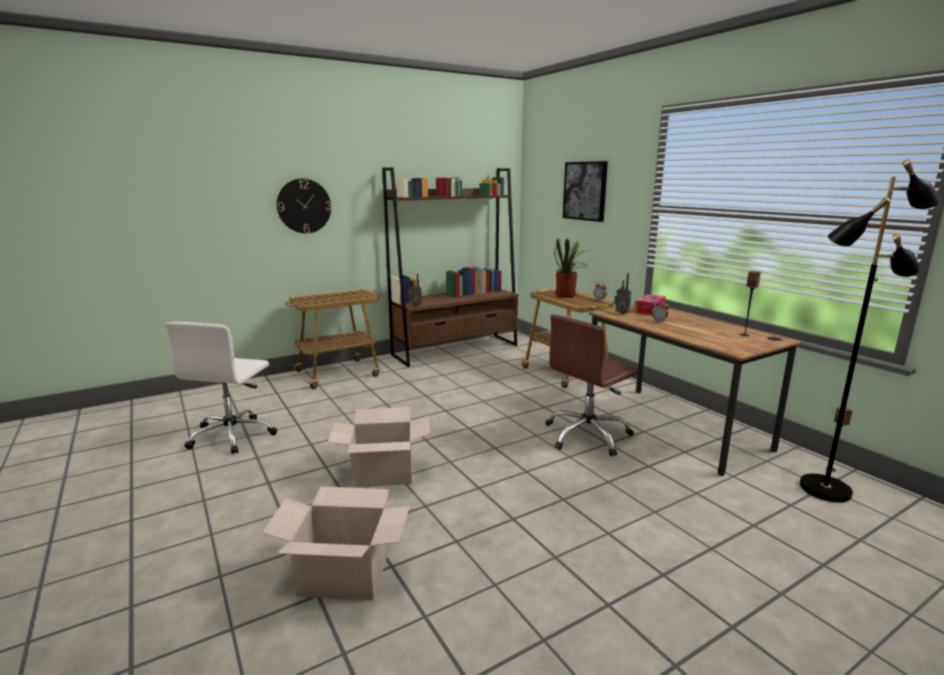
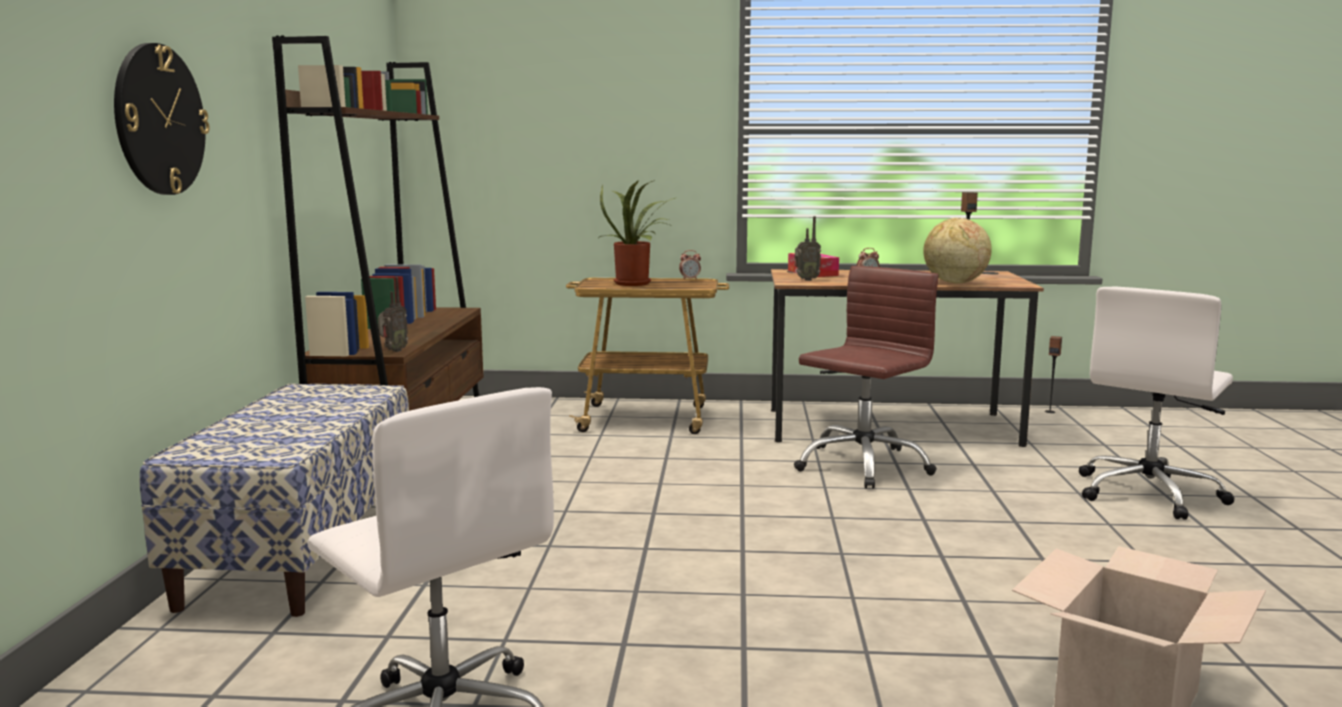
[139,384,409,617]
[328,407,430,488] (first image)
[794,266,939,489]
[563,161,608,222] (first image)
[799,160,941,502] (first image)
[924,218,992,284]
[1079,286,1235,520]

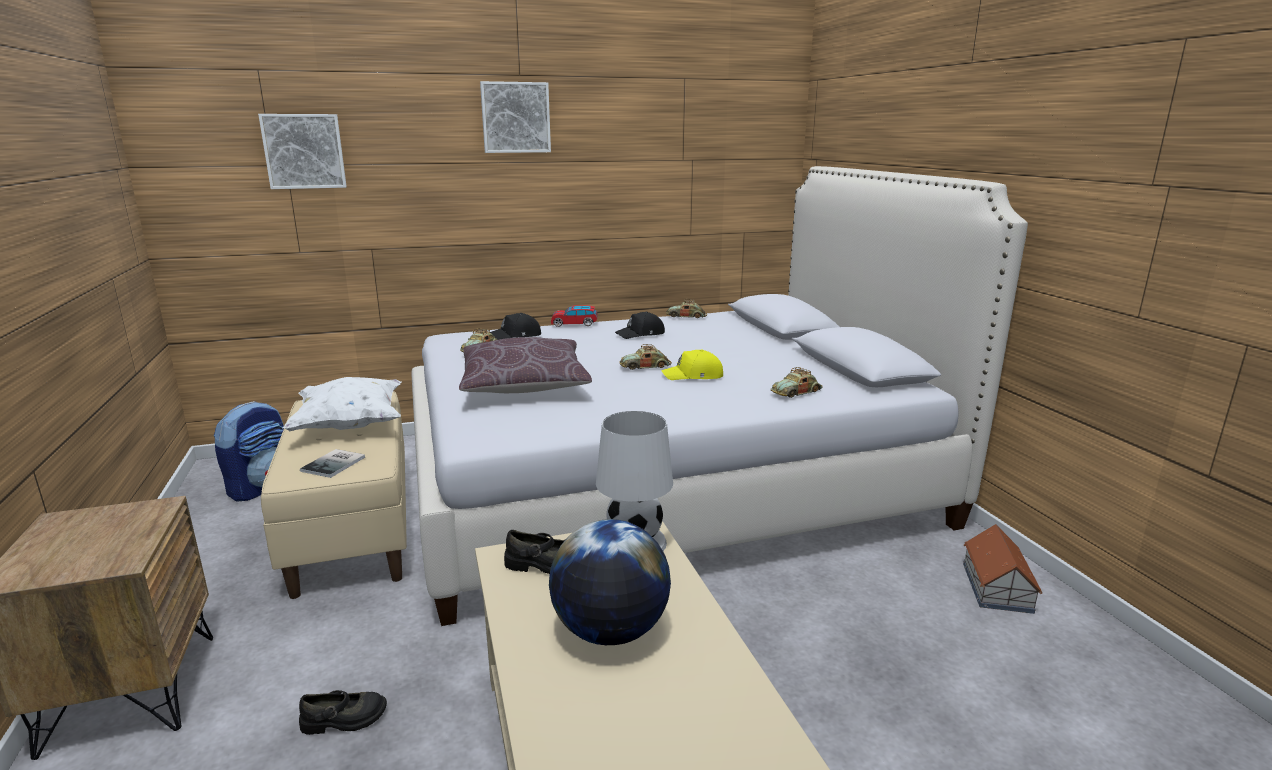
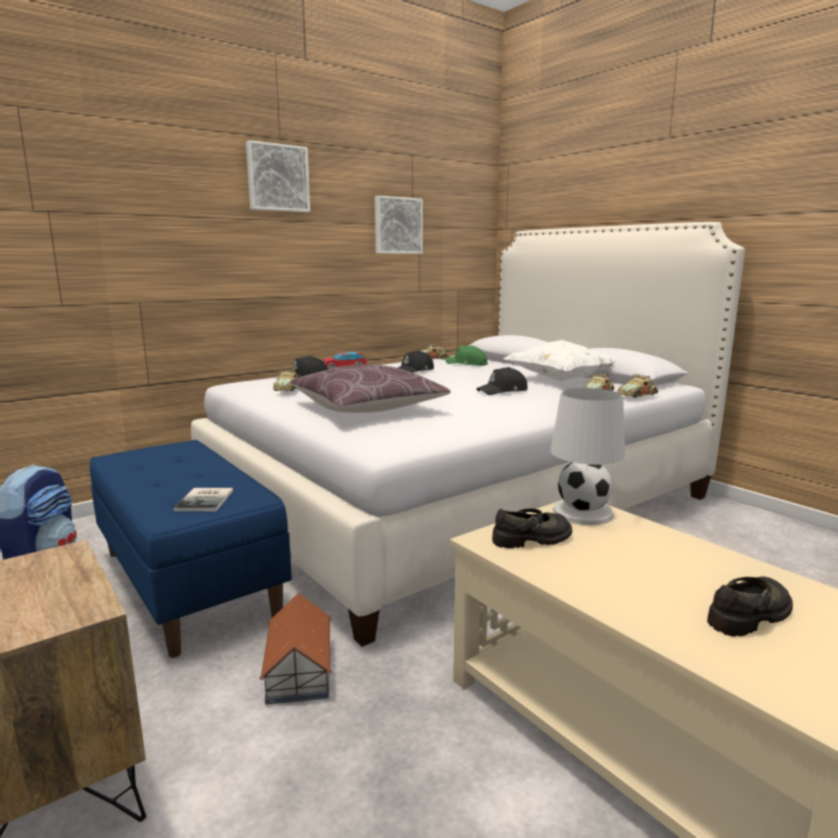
[375,196,423,254]
[90,440,292,658]
[503,340,616,381]
[707,576,793,637]
[549,519,671,645] (first image)
[617,374,659,398]
[477,367,527,395]
[259,593,332,705]
[445,345,488,366]

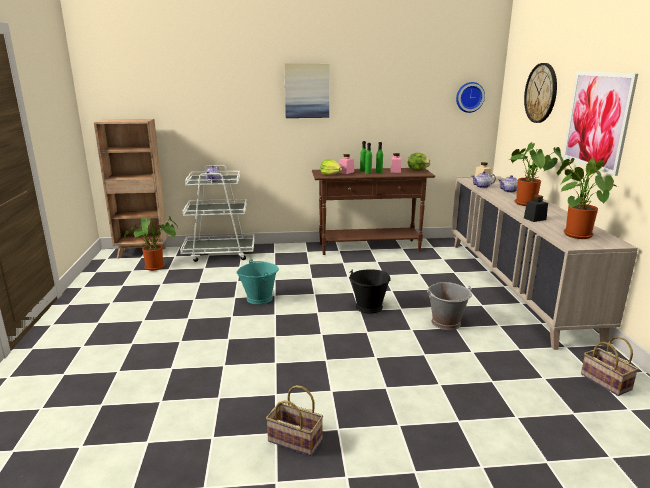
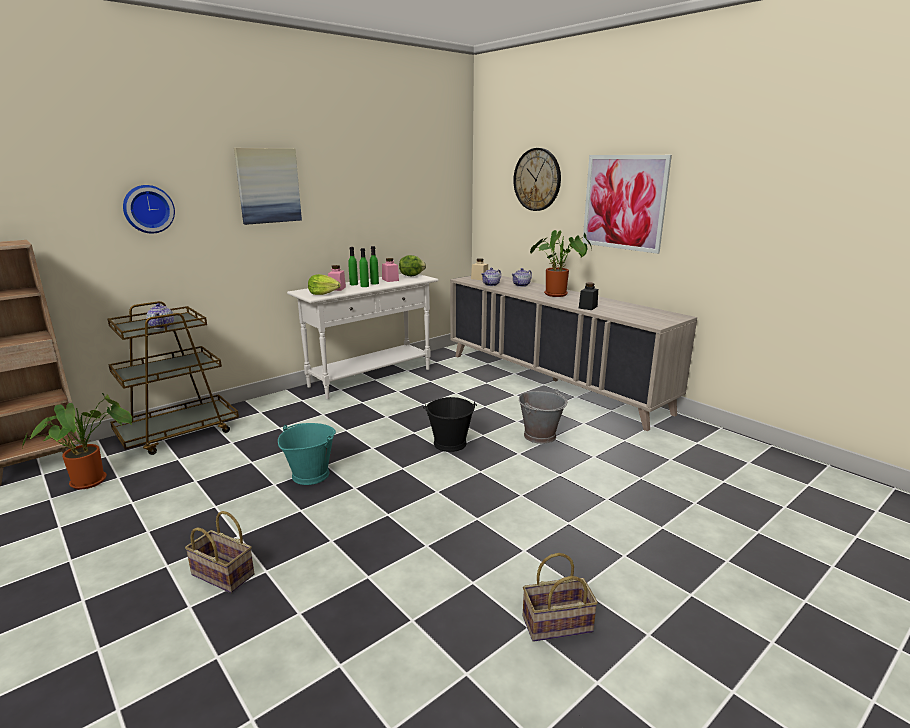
[107,301,239,455]
[287,274,438,399]
[123,185,175,234]
[557,158,616,239] (first image)
[185,511,255,593]

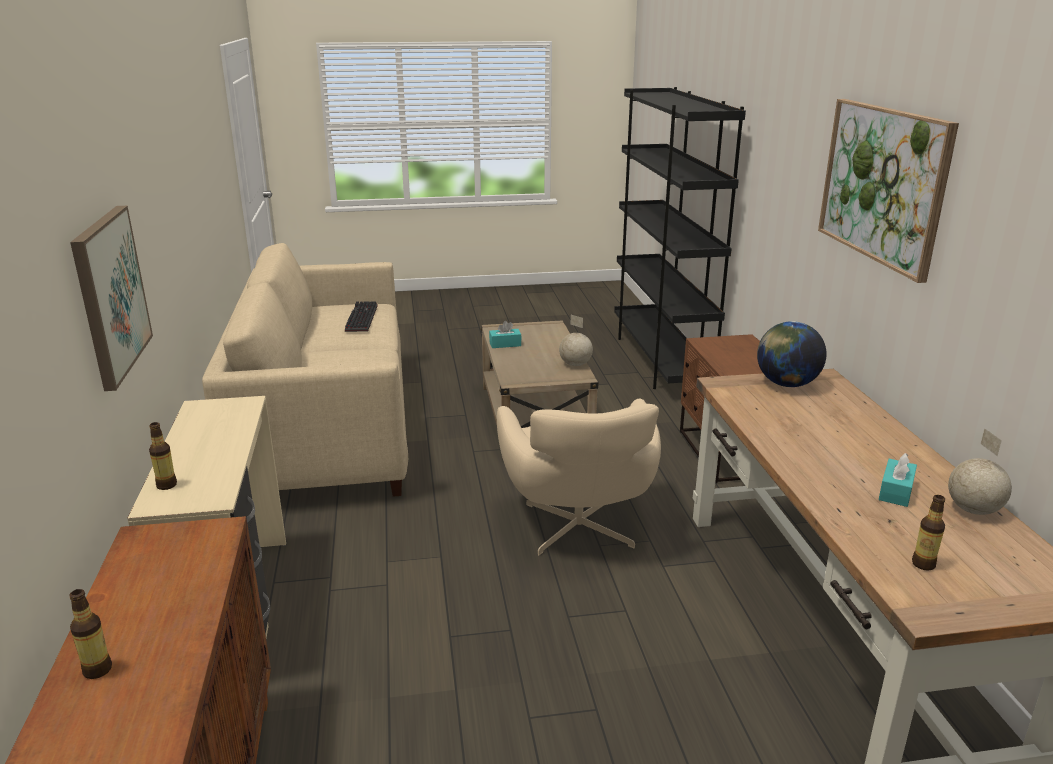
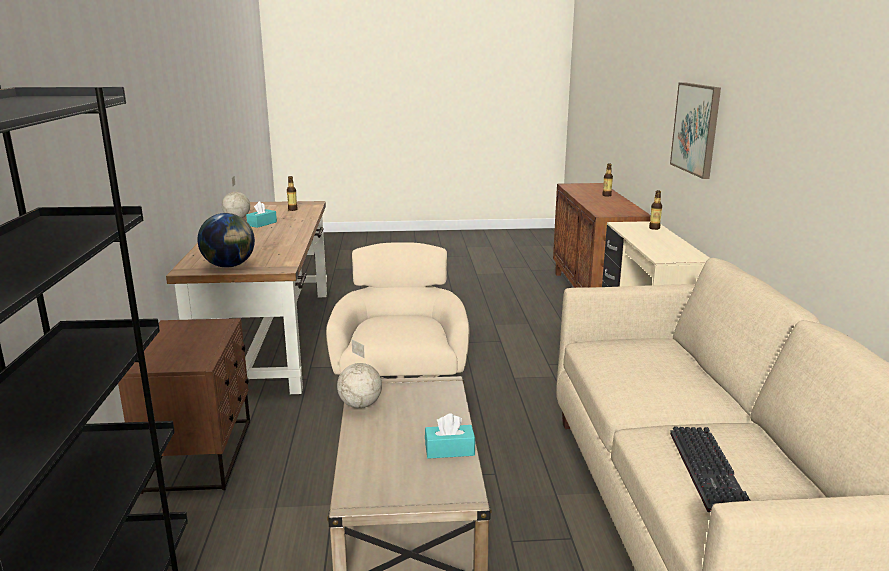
[818,99,959,283] (first image)

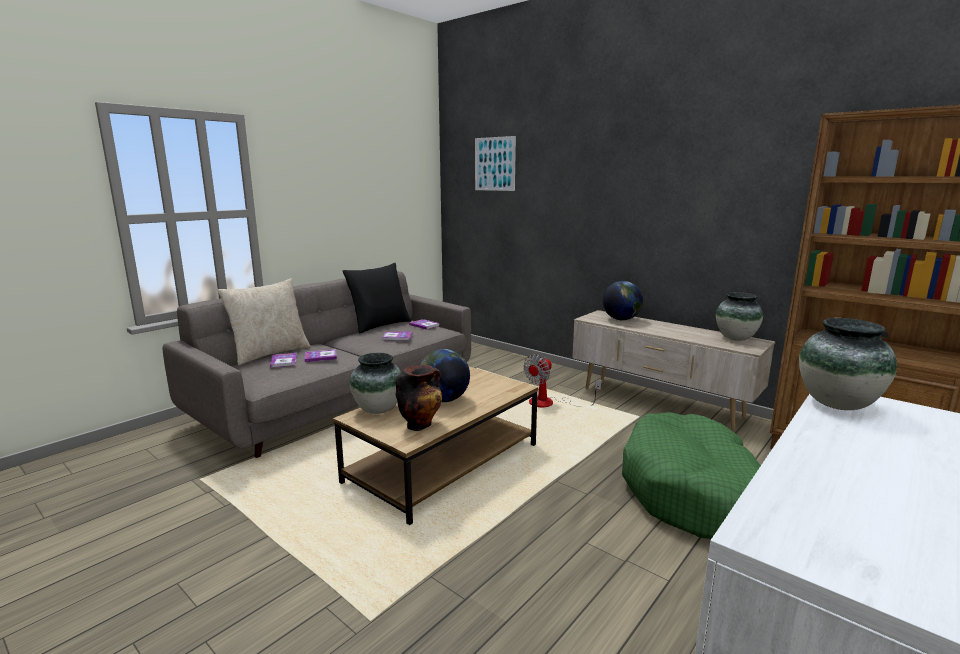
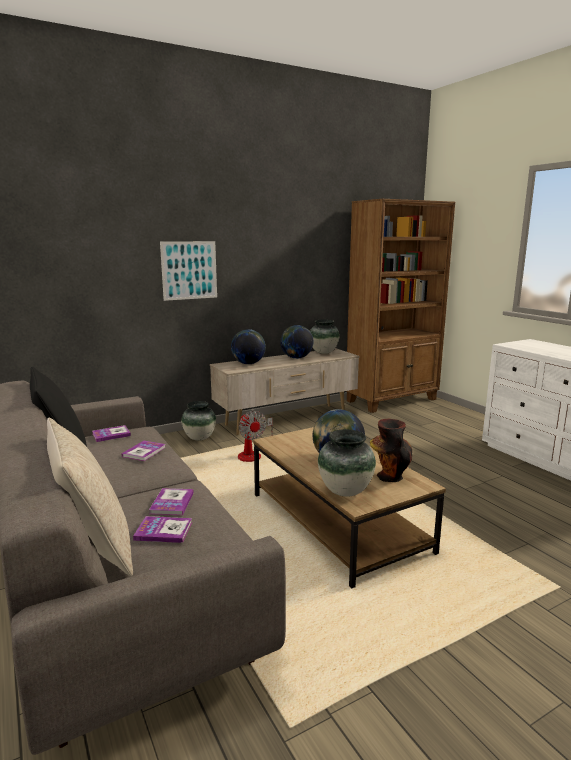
[160,241,217,301]
[622,412,761,539] (first image)
[181,401,216,441]
[280,325,313,359]

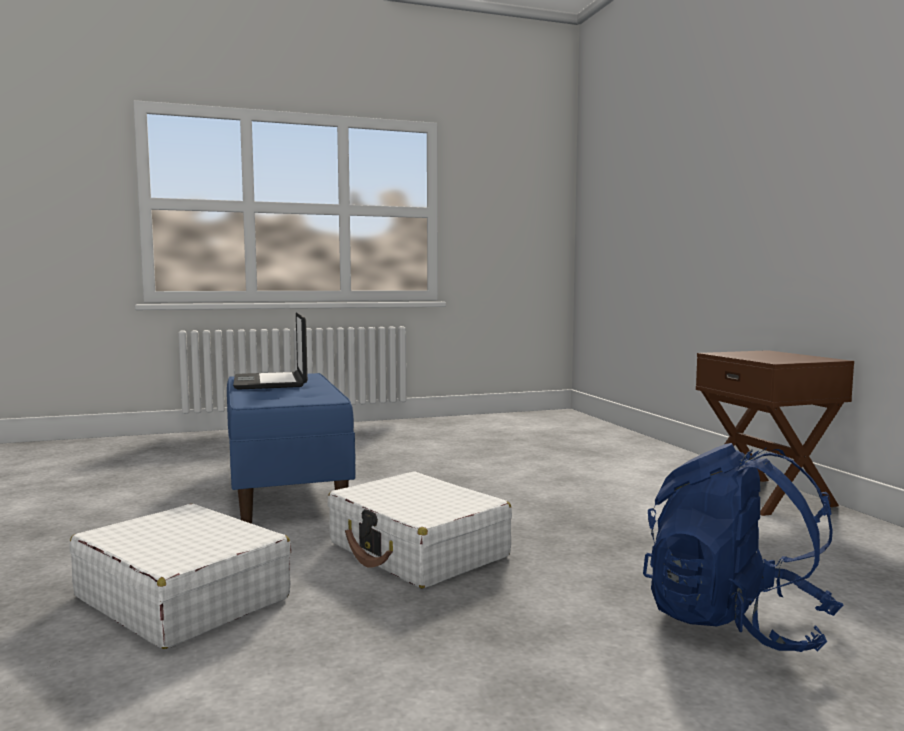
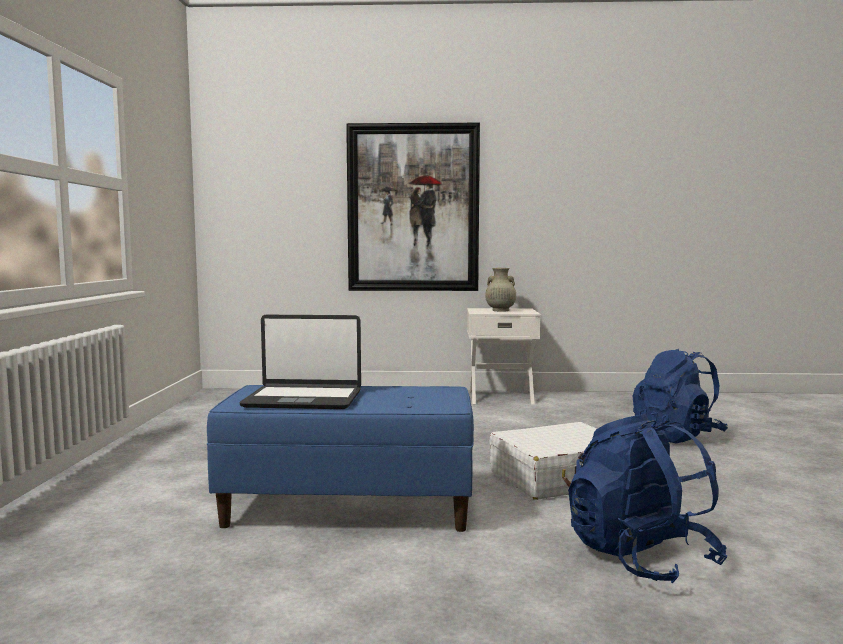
[568,414,727,584]
[467,308,541,405]
[346,123,480,291]
[485,268,516,312]

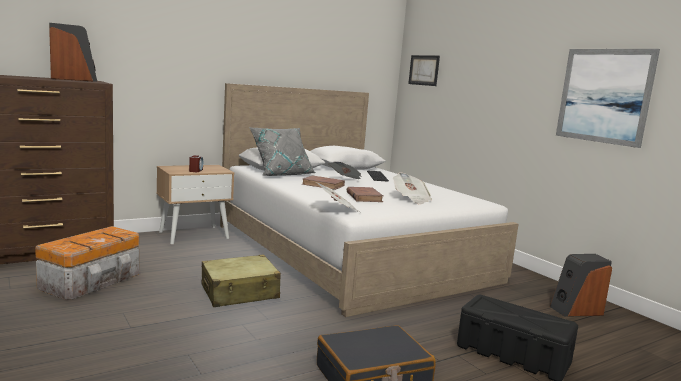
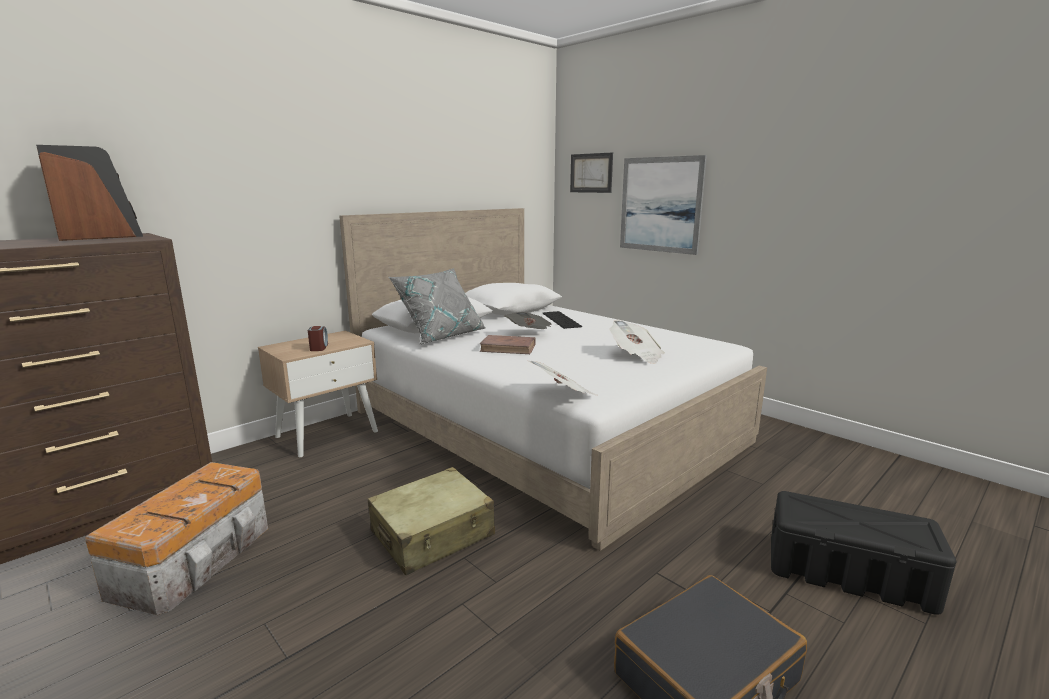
[347,187,383,202] (first image)
[550,254,612,316] (first image)
[620,155,707,255]

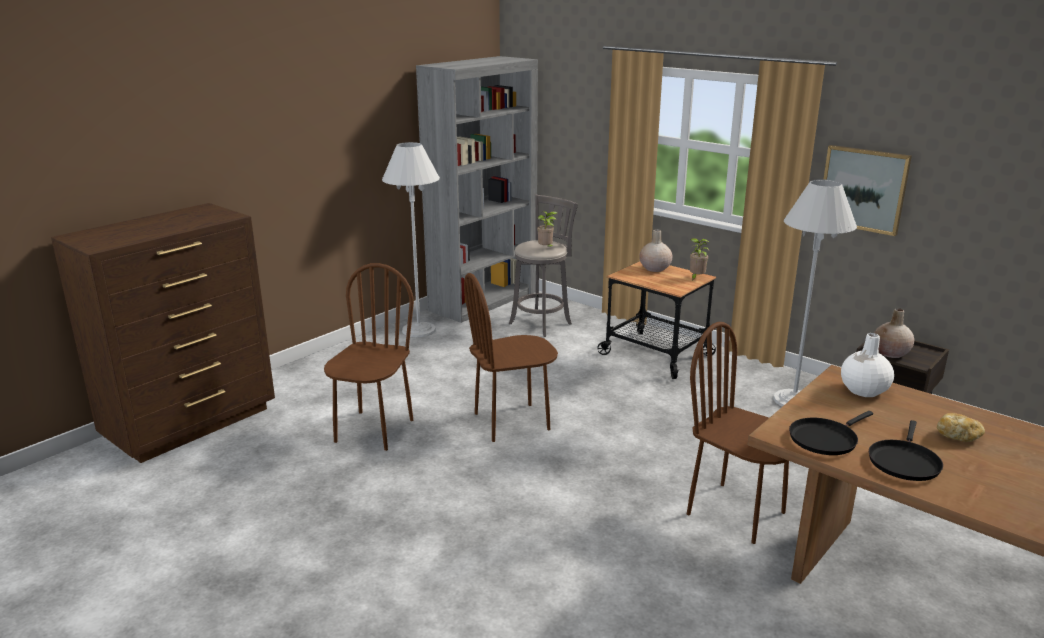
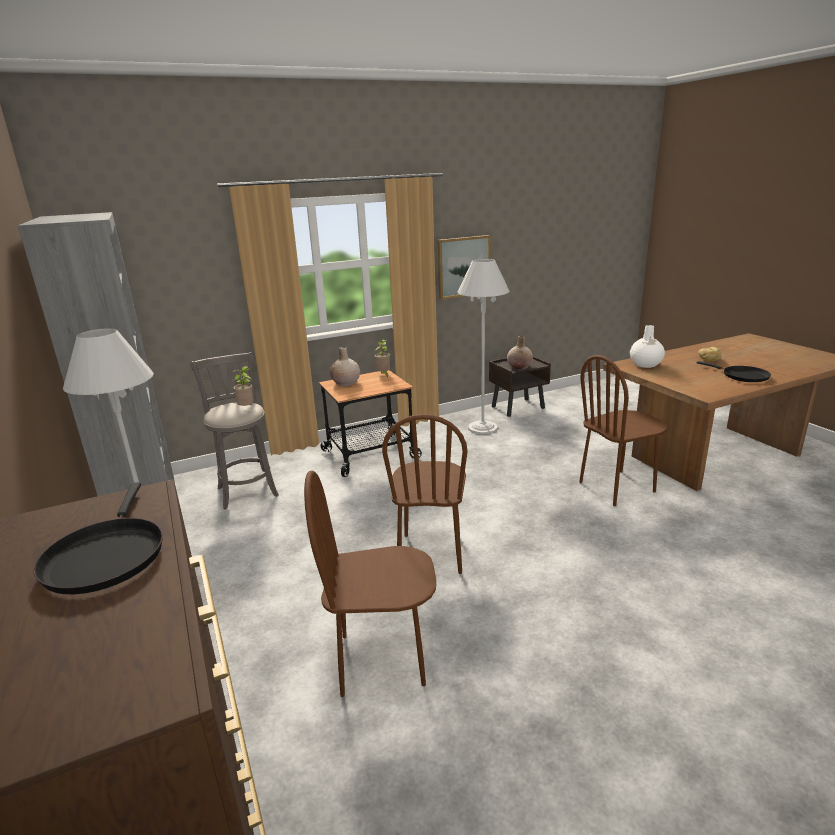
[304,470,436,697]
[34,482,163,594]

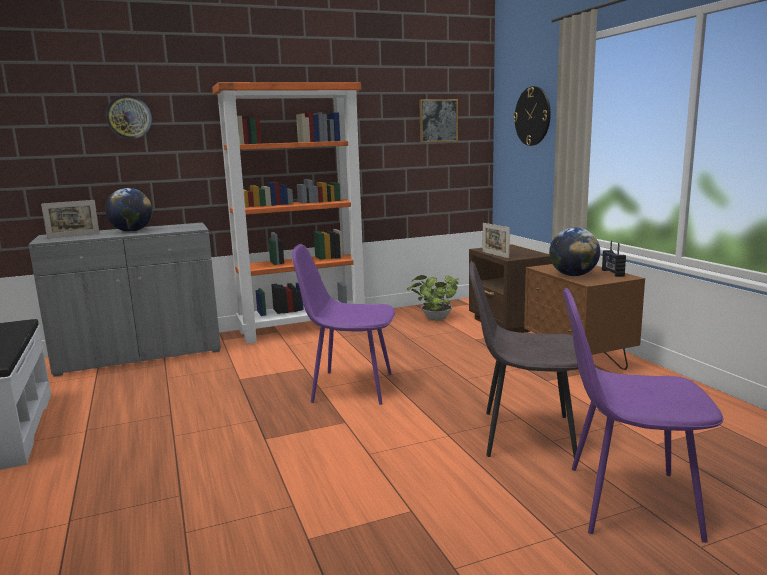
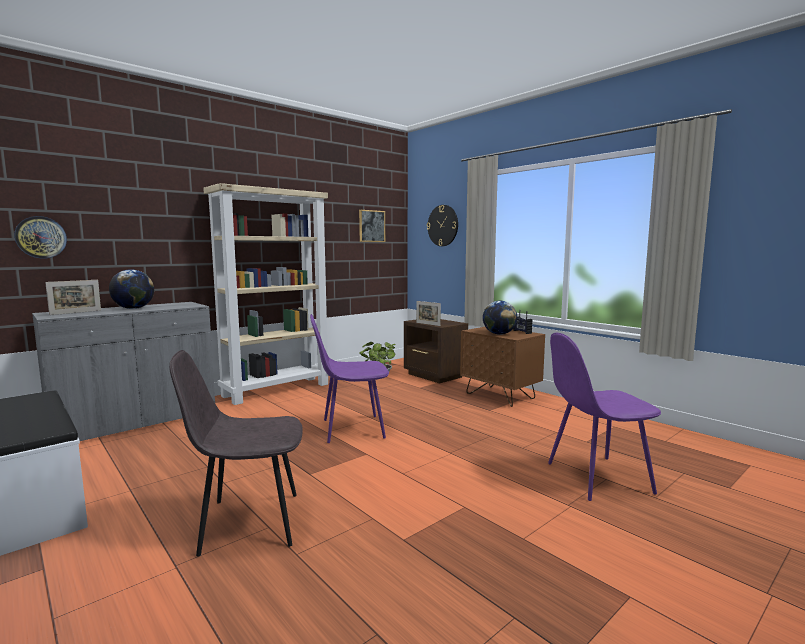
[14,216,67,259]
[203,183,328,405]
[169,350,303,556]

